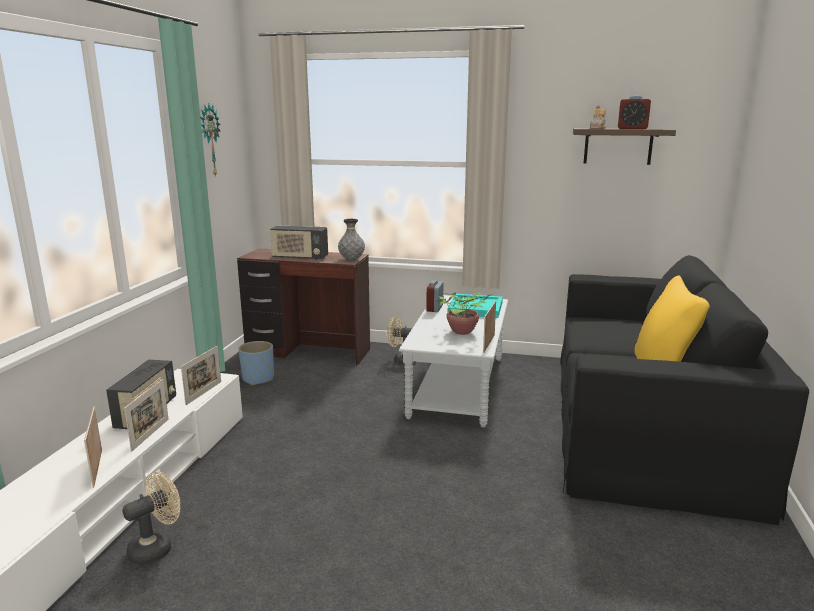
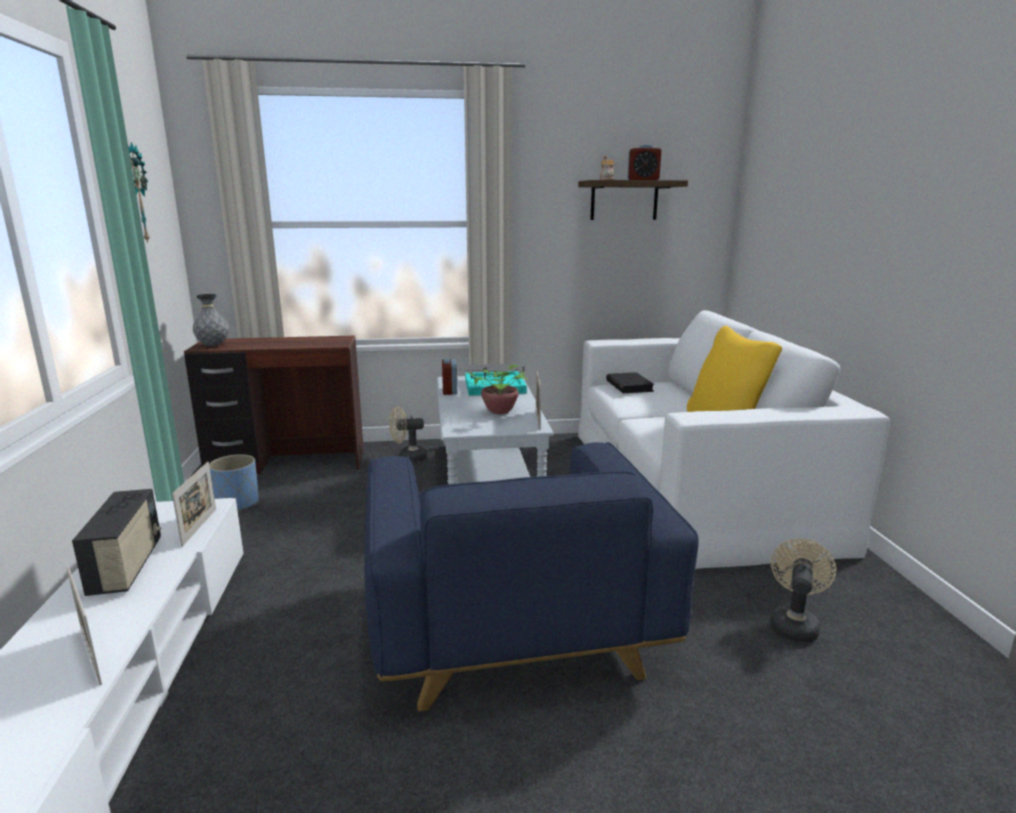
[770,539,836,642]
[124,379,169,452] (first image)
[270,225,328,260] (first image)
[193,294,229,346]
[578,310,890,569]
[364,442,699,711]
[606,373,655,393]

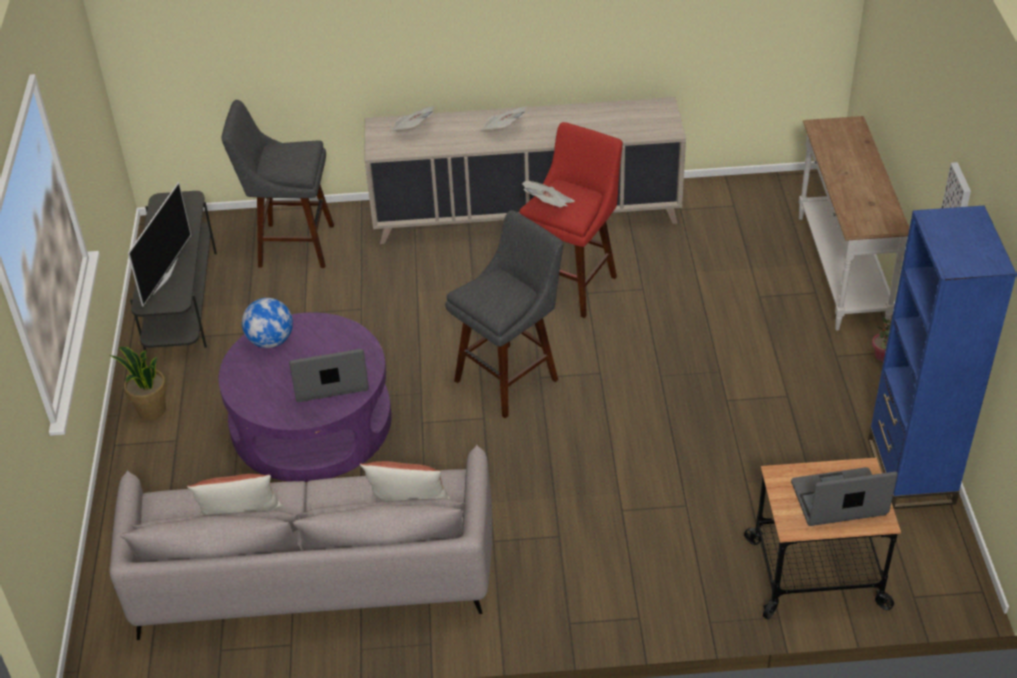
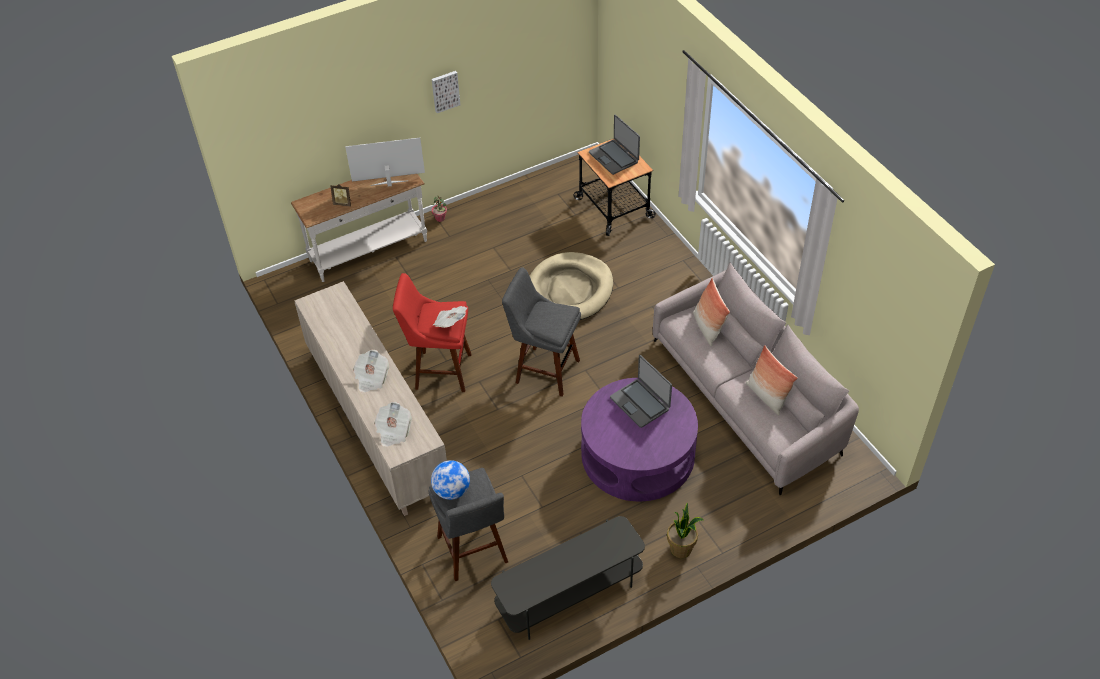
[345,138,425,187]
[431,460,470,500]
[868,205,1017,509] (first image)
[330,184,351,207]
[530,252,613,320]

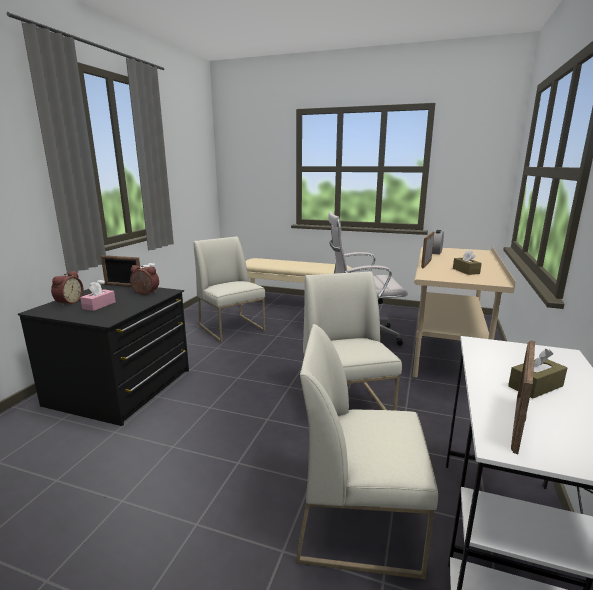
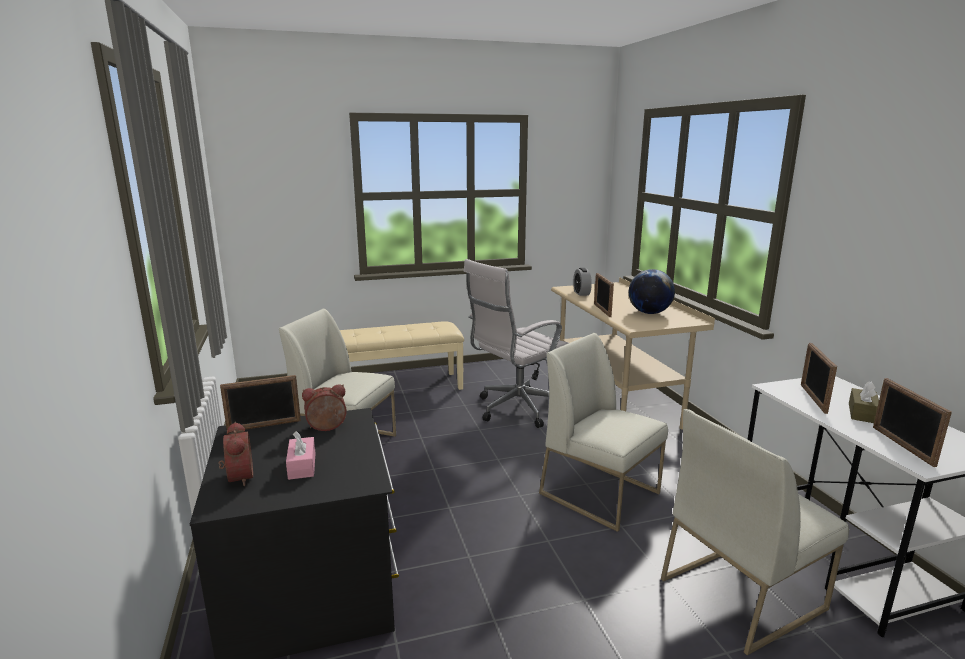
[629,269,675,314]
[801,343,837,414]

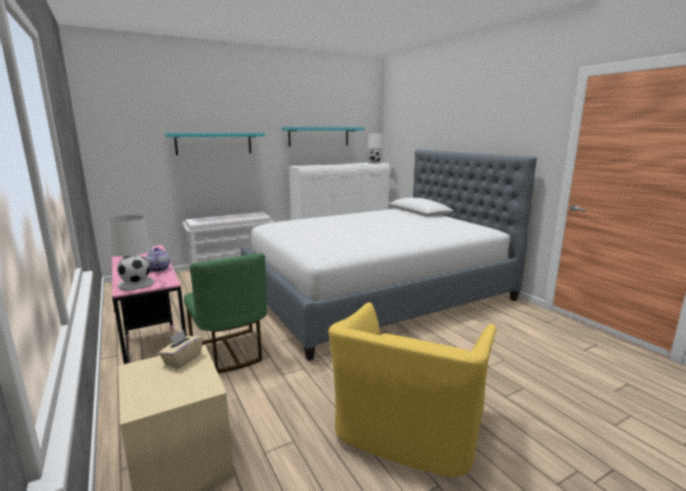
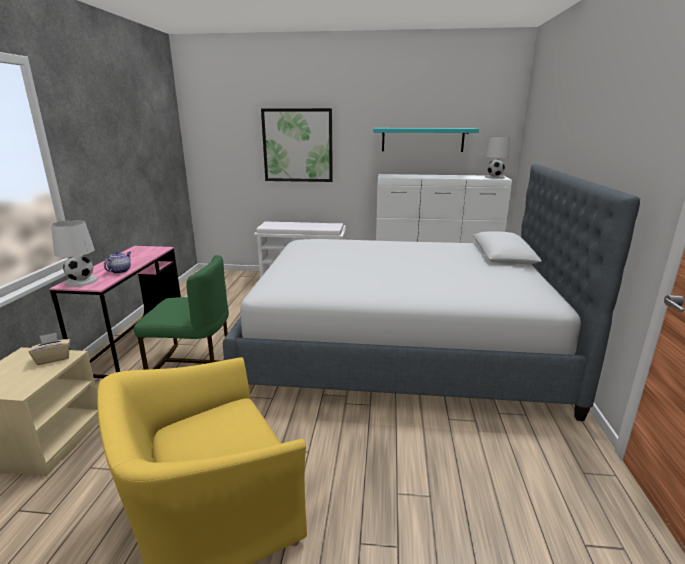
[261,108,333,182]
[134,255,229,370]

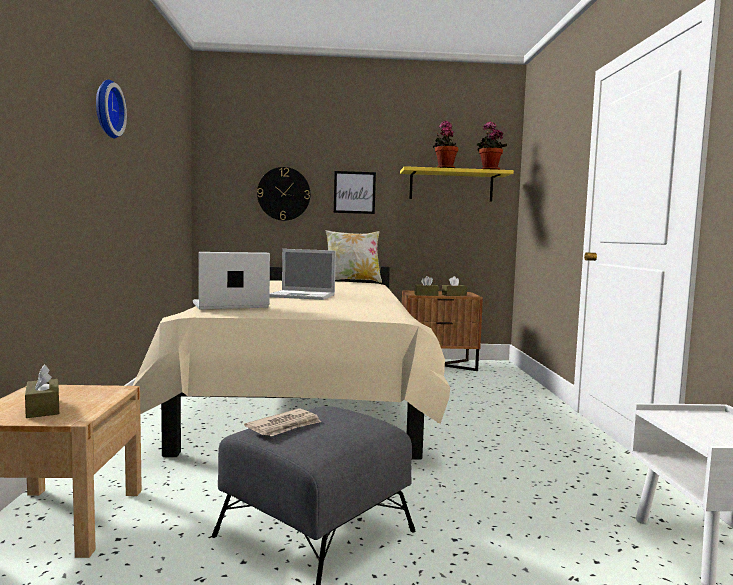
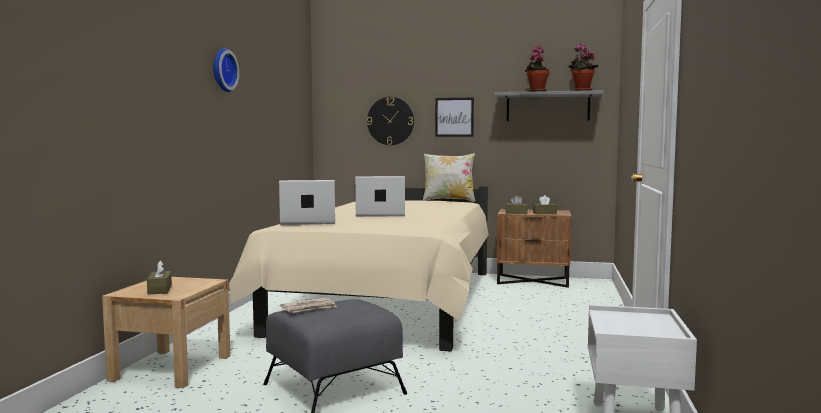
[355,176,405,217]
[494,90,604,121]

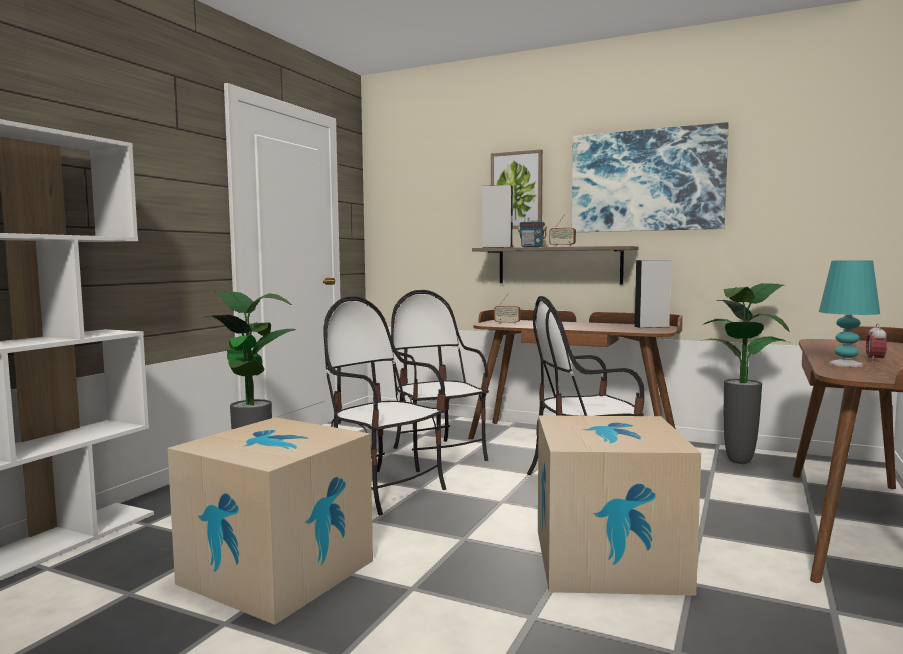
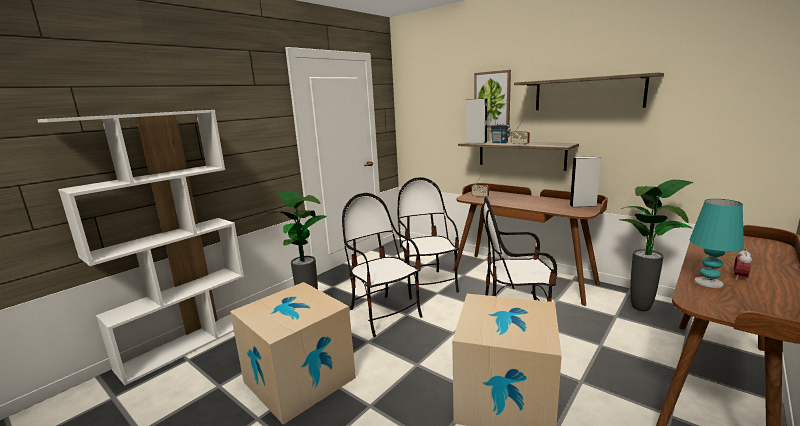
[514,72,664,110]

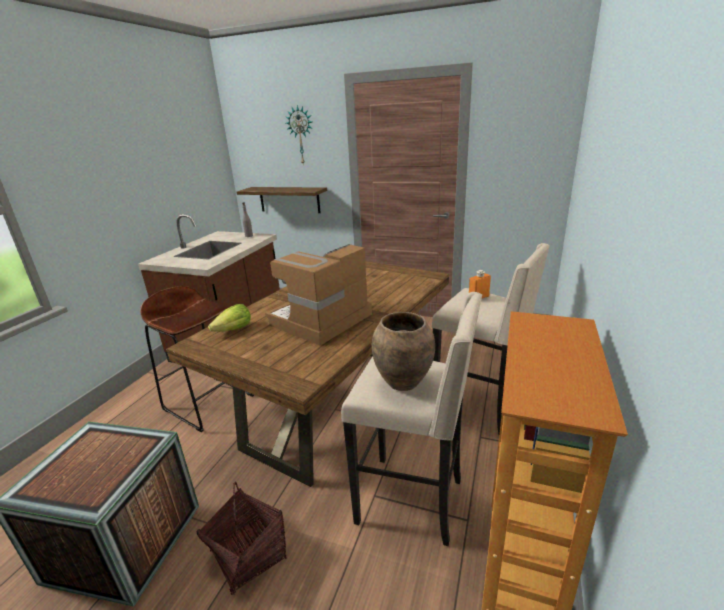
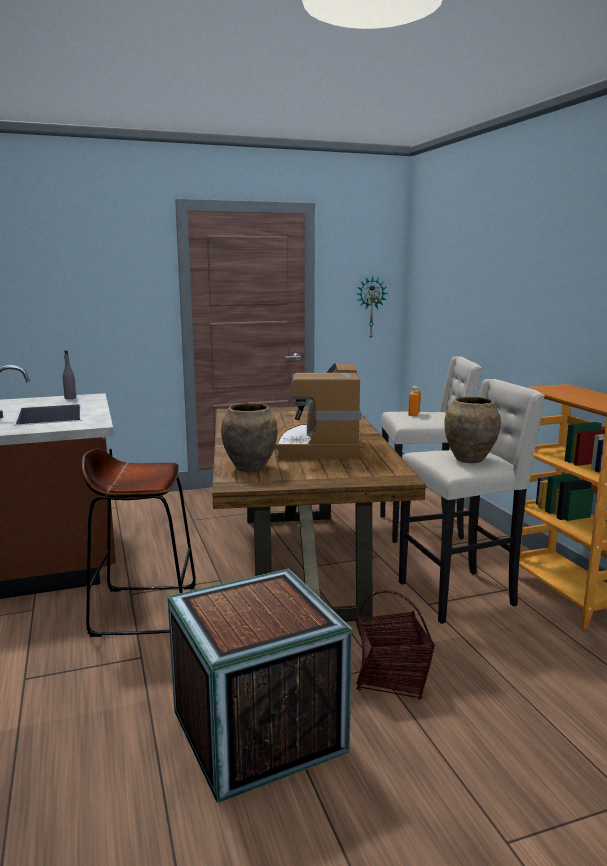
[221,403,277,472]
[237,187,327,213] (first image)
[357,276,388,338]

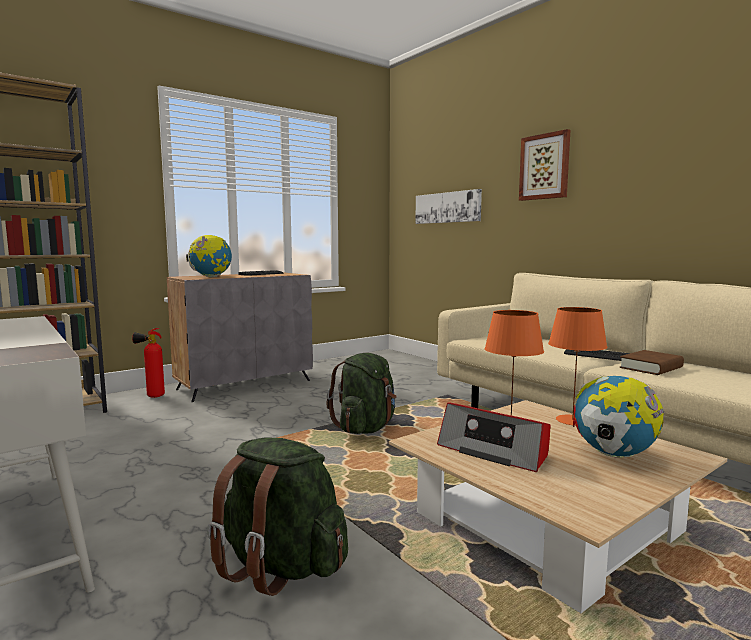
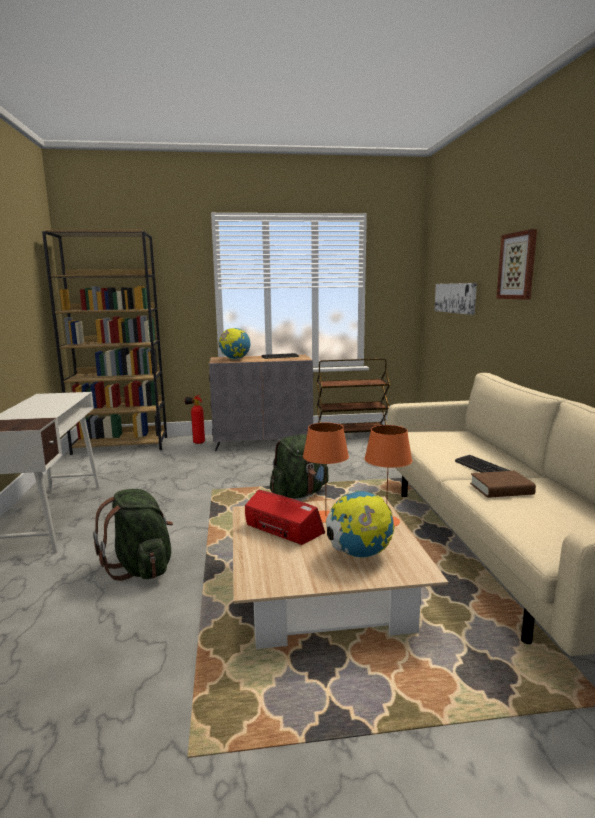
[245,490,325,545]
[317,358,390,433]

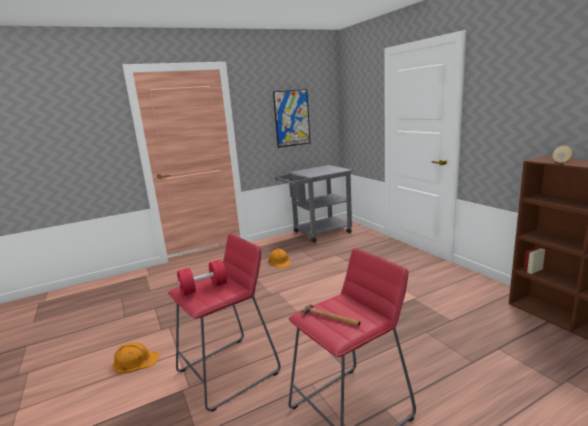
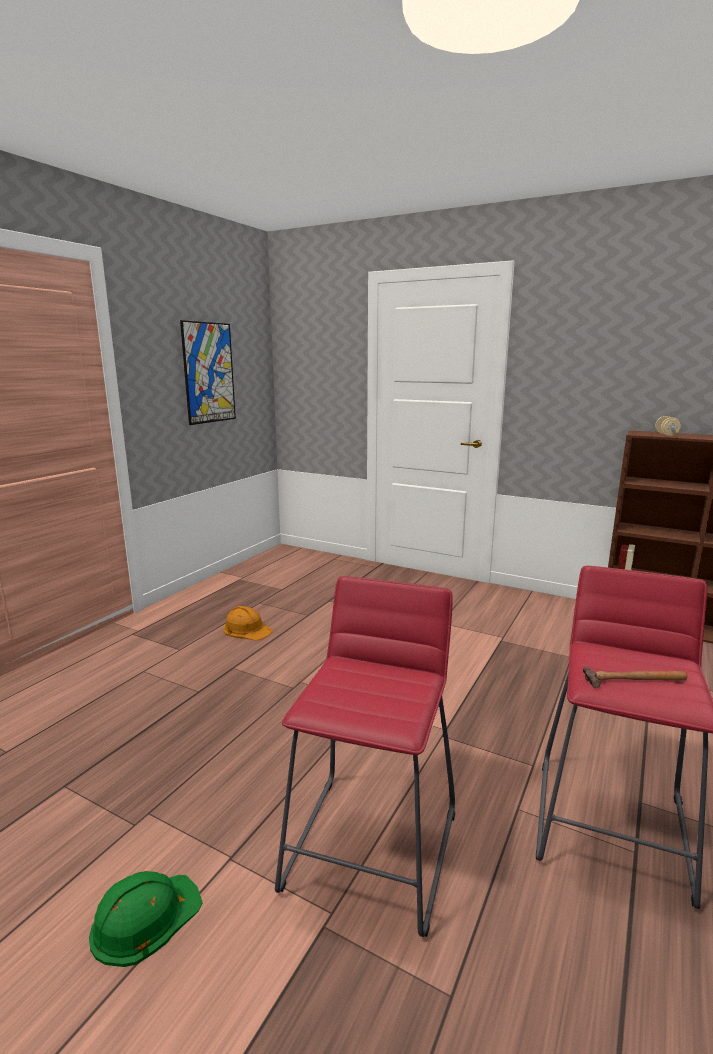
[89,871,203,967]
[177,260,227,296] (first image)
[275,165,353,243] (first image)

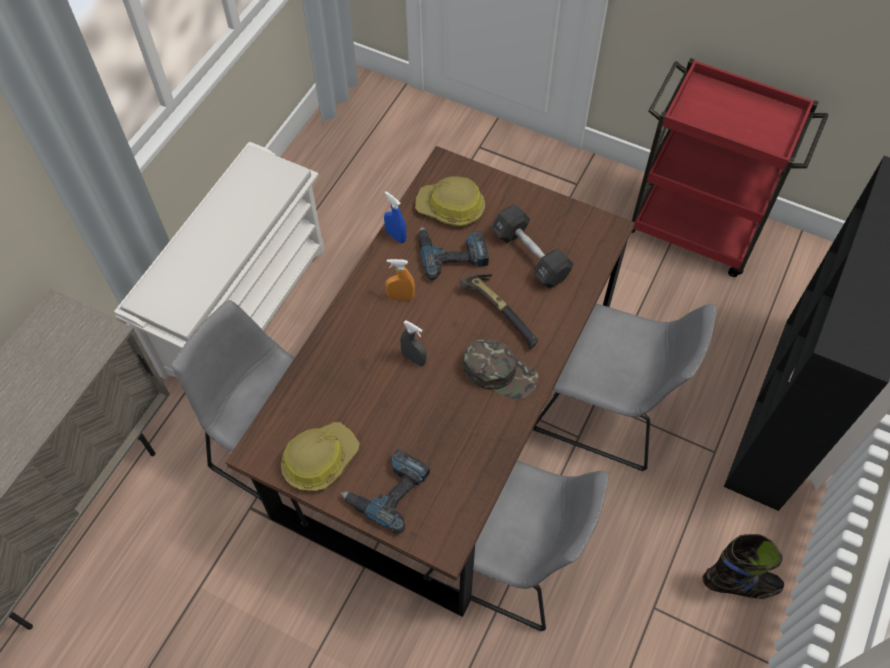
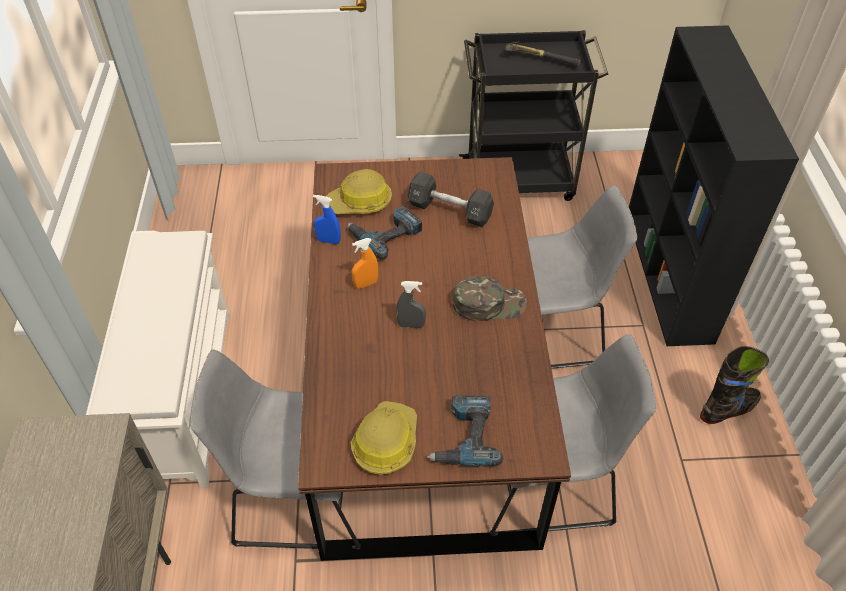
[506,41,581,67]
[459,30,608,201]

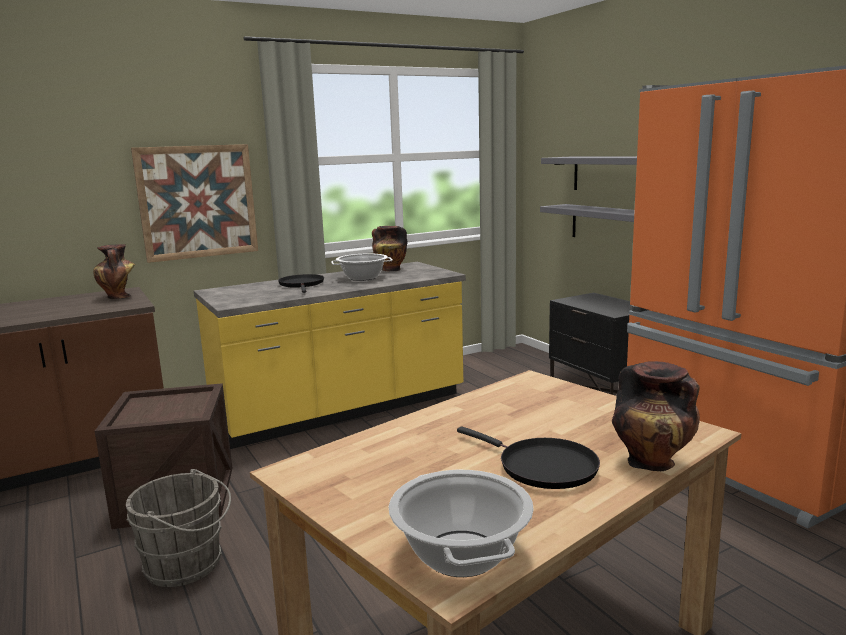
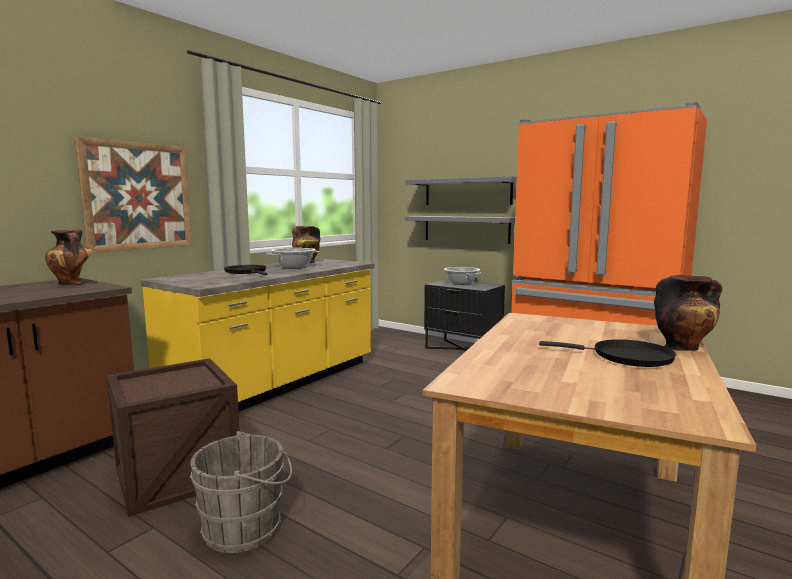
[444,267,481,285]

